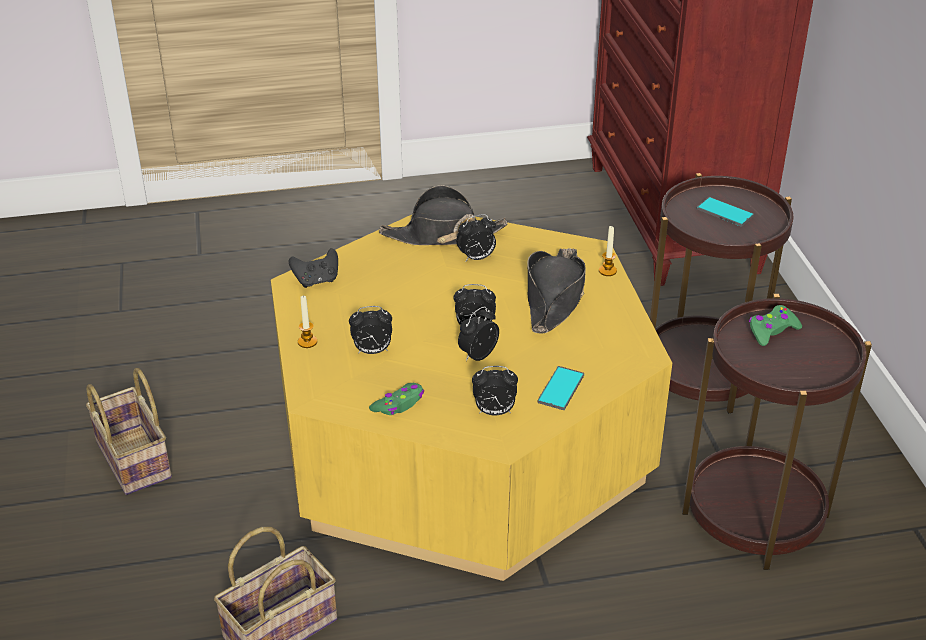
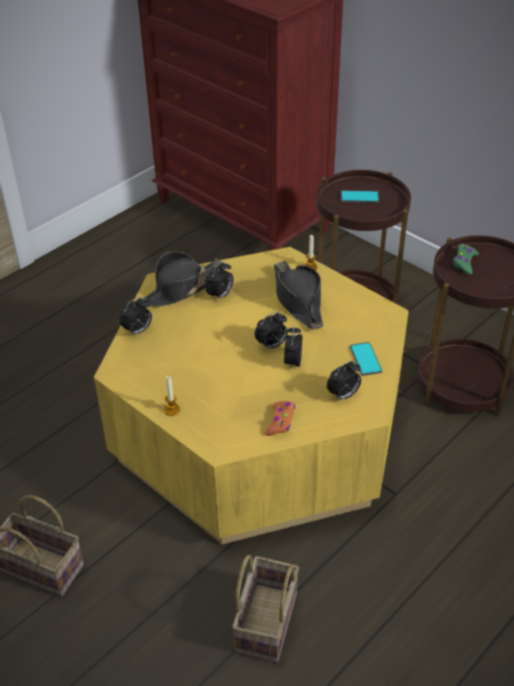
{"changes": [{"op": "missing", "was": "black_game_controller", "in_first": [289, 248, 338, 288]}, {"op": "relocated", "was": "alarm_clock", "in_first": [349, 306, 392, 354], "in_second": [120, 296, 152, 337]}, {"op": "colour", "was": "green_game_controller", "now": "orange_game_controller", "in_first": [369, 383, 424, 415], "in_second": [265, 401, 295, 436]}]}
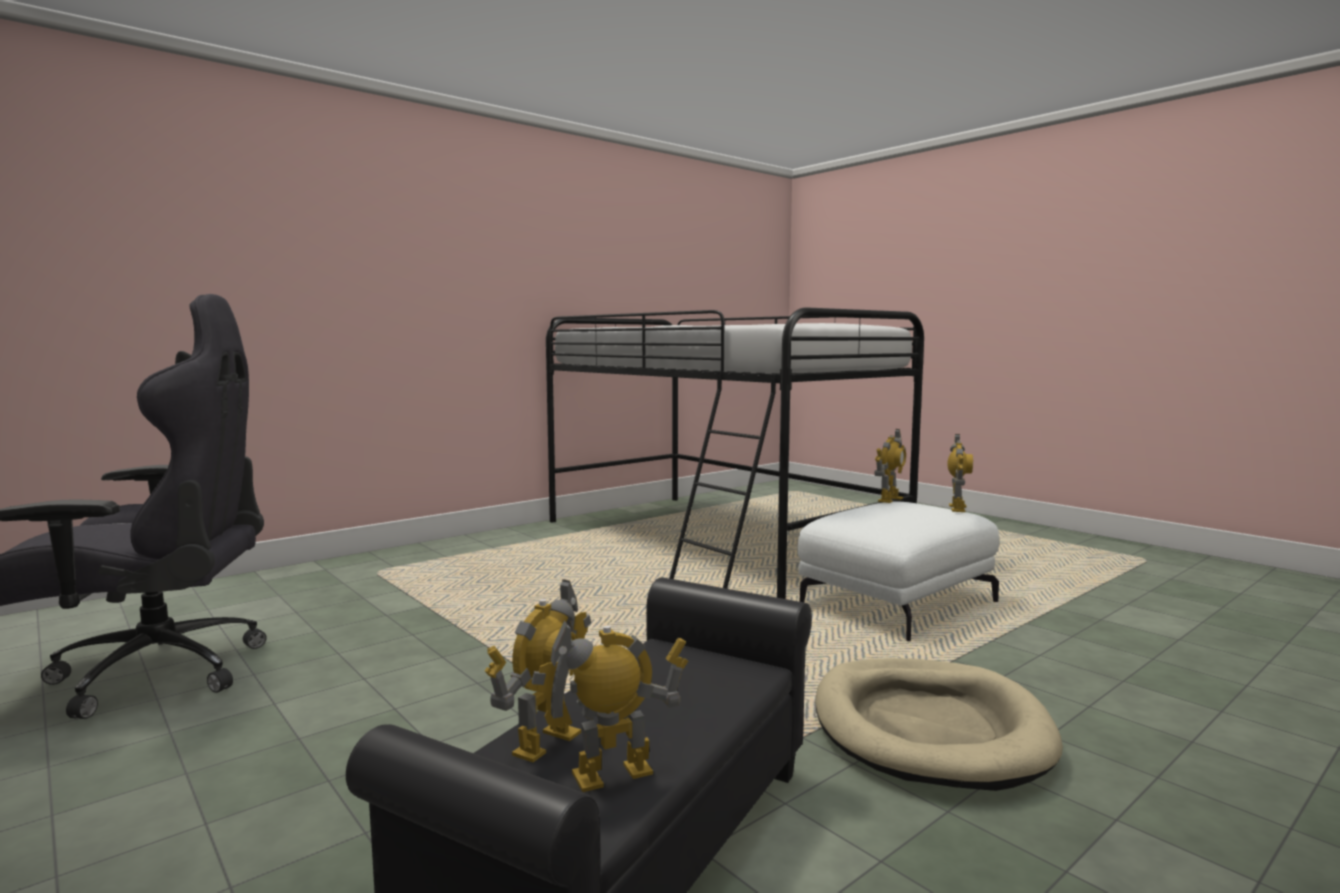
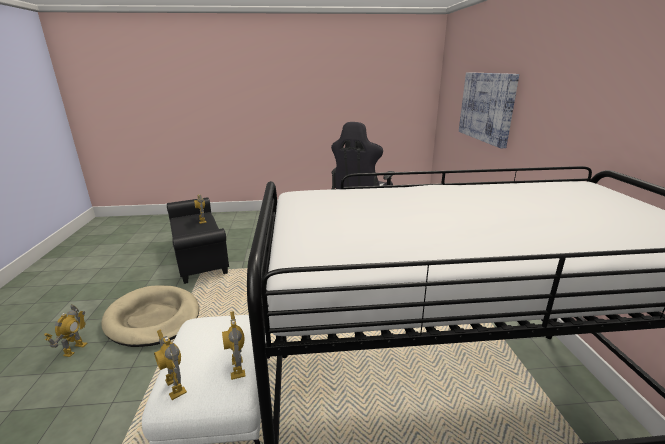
{"changes": [{"op": "relocated", "was": "toy_robot", "in_first": [531, 621, 688, 792], "in_second": [44, 305, 88, 357]}, {"op": "appeared", "now": "picture", "in_second": [459, 72, 519, 148]}]}
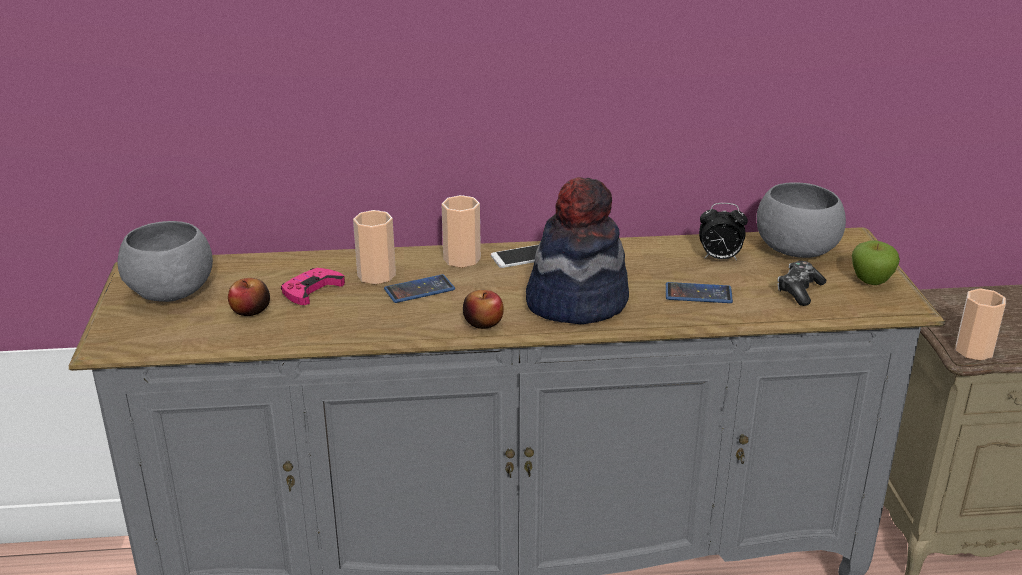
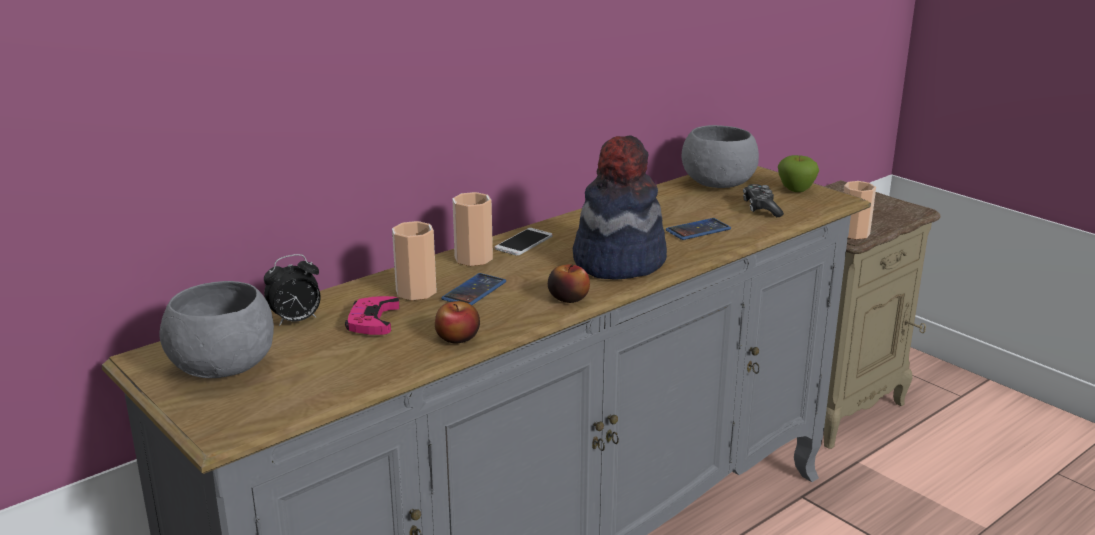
{"changes": [{"op": "relocated", "was": "alarm_clock", "in_first": [699, 203, 748, 260], "in_second": [264, 254, 321, 326]}, {"op": "relocated", "was": "apple", "in_first": [228, 278, 270, 316], "in_second": [435, 301, 480, 344]}]}
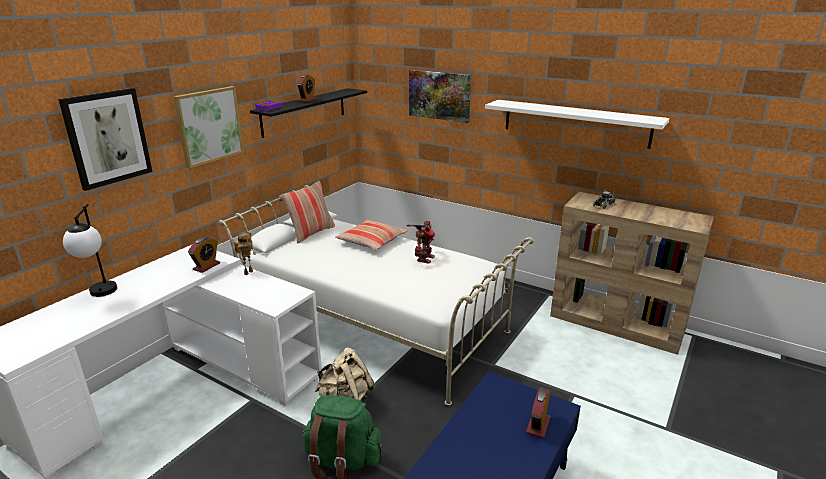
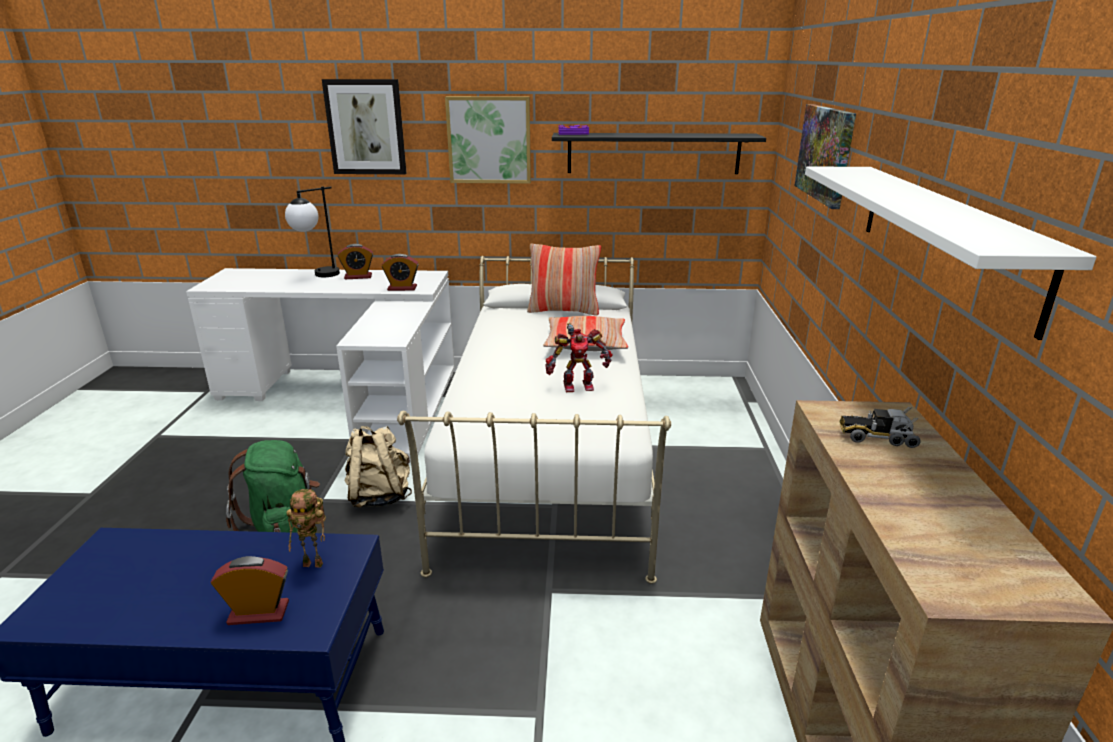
{"changes": [{"op": "relocated", "was": "alarm_clock", "in_first": [297, 75, 317, 103], "in_second": [338, 244, 373, 279]}, {"op": "relocated", "was": "toy_robot", "in_first": [234, 232, 256, 275], "in_second": [286, 489, 326, 567]}]}
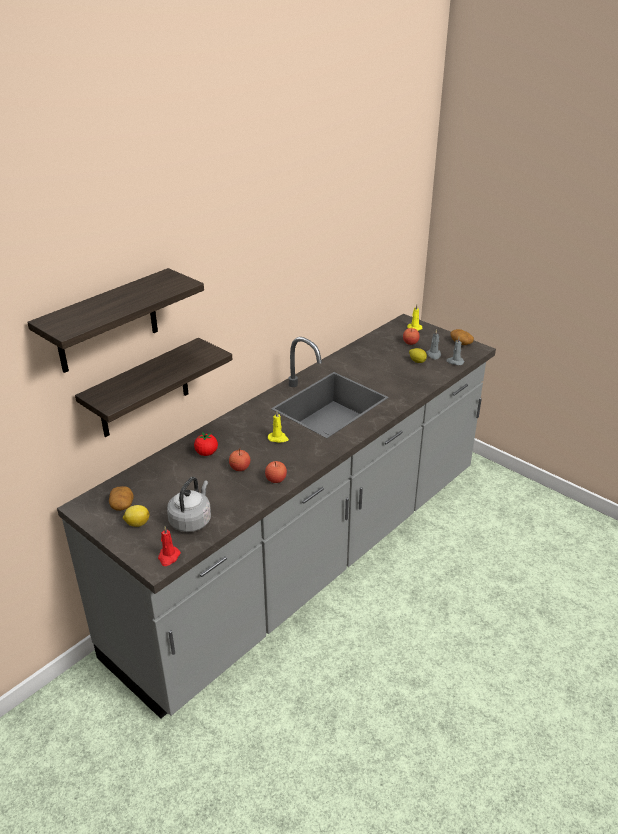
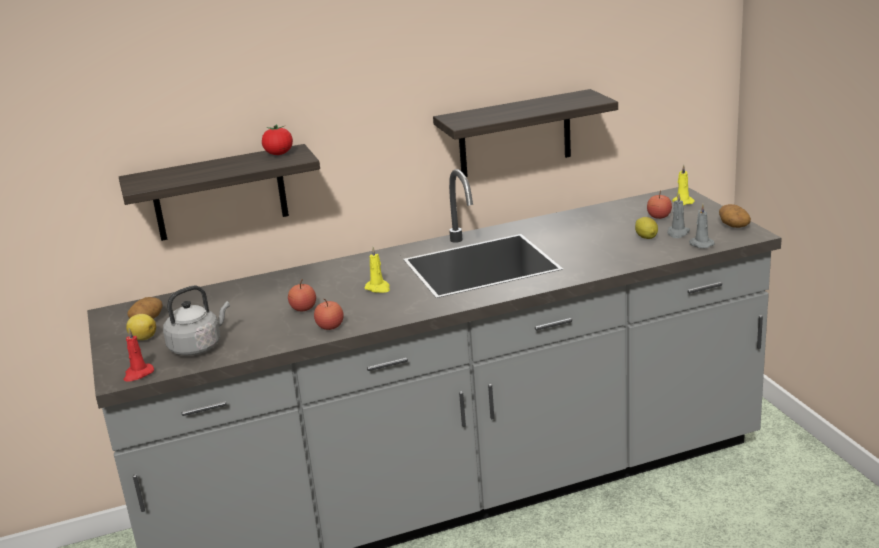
{"changes": [{"op": "relocated", "was": "shelf", "in_first": [27, 268, 204, 373], "in_second": [433, 89, 618, 177]}, {"op": "relocated", "was": "tomato", "in_first": [194, 432, 218, 456], "in_second": [262, 124, 293, 155]}]}
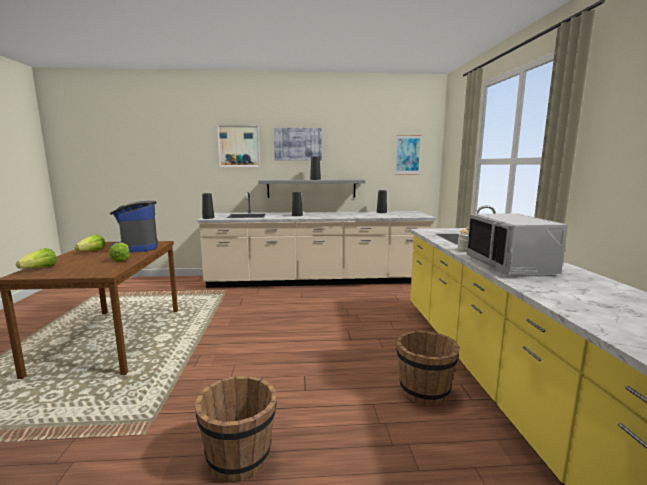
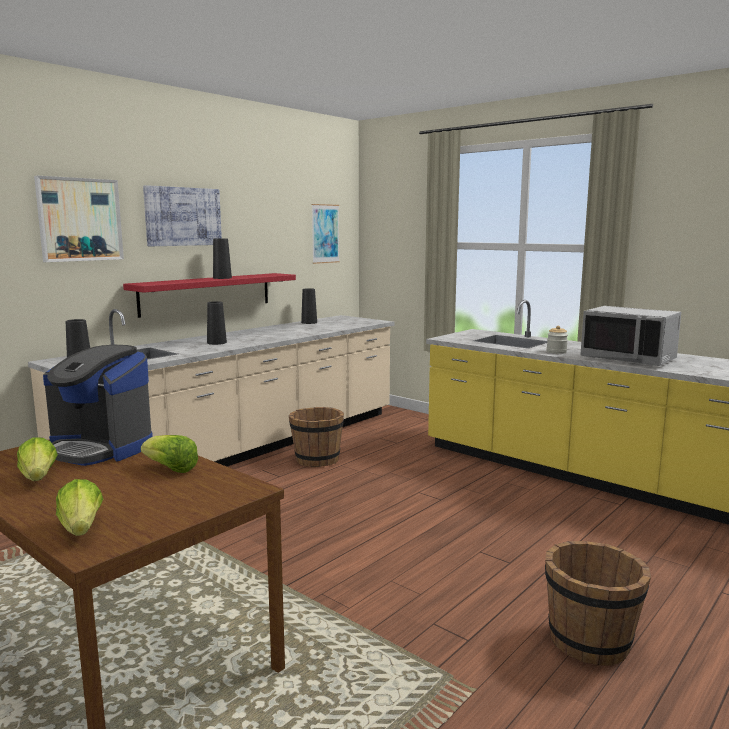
{"changes": [{"op": "colour", "was": "grey_shelf", "now": "red_shelf", "in_first": [258, 179, 366, 198], "in_second": [123, 273, 296, 318]}, {"op": "relocated", "was": "brown_bucket", "in_first": [396, 331, 460, 406], "in_second": [289, 407, 344, 467]}]}
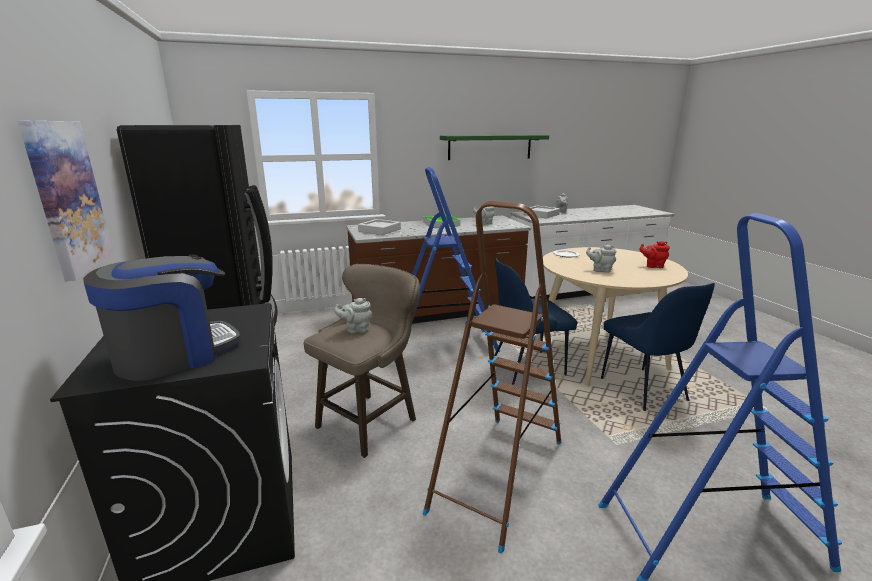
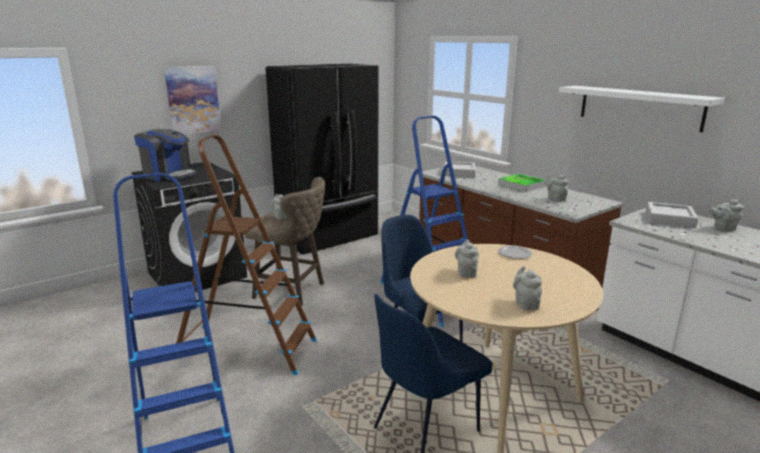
{"changes": [{"op": "colour", "was": "green_shelf", "now": "white_shelf", "in_first": [440, 135, 549, 160], "in_second": [559, 86, 725, 132]}, {"op": "colour", "was": "red_teapot", "now": "grey_teapot", "in_first": [639, 241, 670, 268], "in_second": [513, 266, 542, 310]}]}
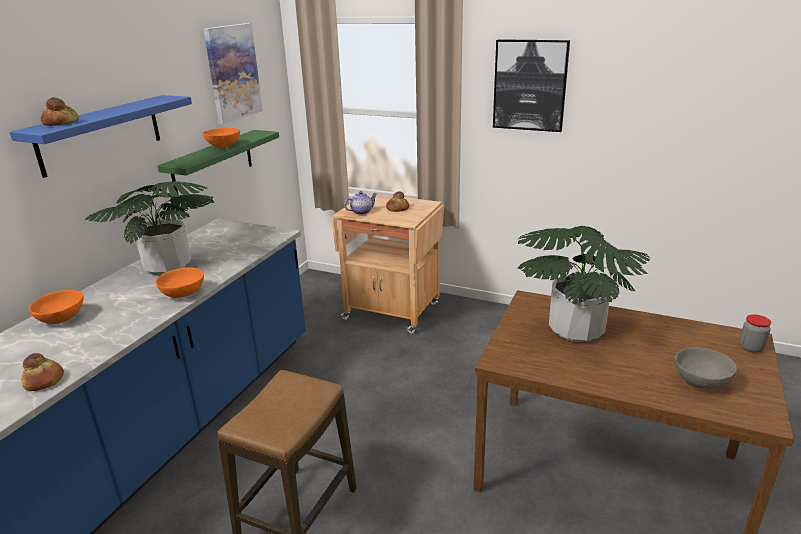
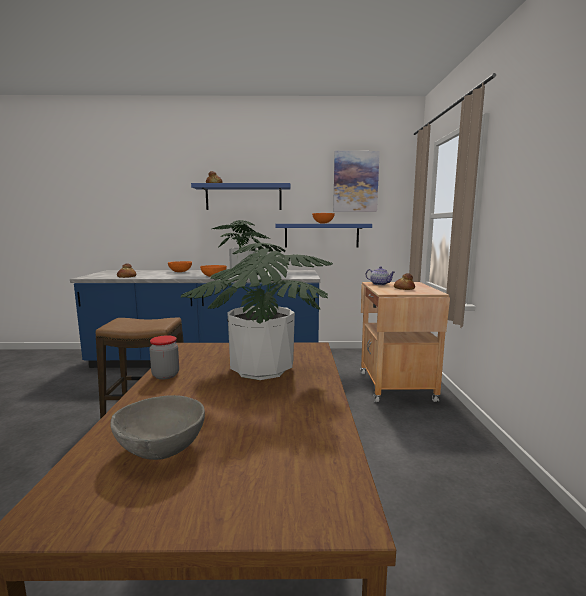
{"changes": [{"op": "missing", "was": "picture", "in_first": [493, 39, 570, 132]}, {"op": "colour", "was": "green_shelf", "now": "blue_shelf", "in_first": [158, 130, 279, 193], "in_second": [275, 224, 372, 248]}, {"op": "relocated", "was": "jar", "in_first": [740, 314, 771, 353], "in_second": [150, 335, 179, 380]}]}
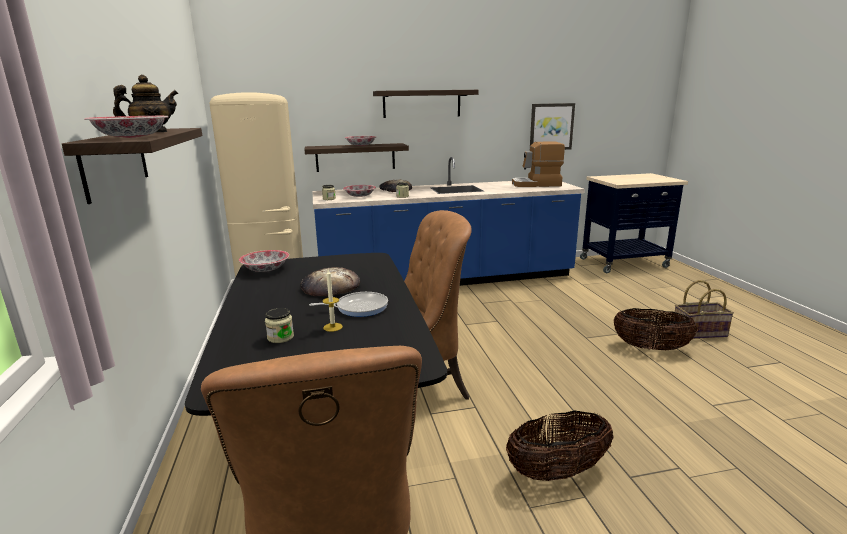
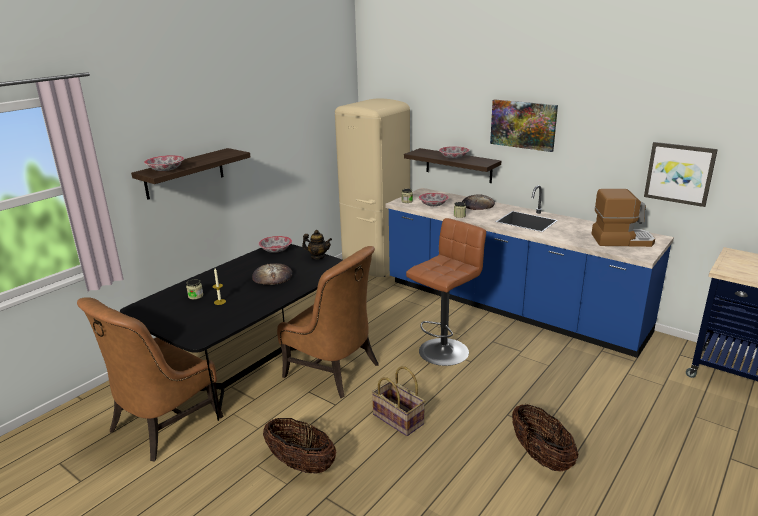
{"changes": [{"op": "relocated", "was": "teapot", "in_first": [113, 75, 178, 132], "in_second": [302, 230, 332, 259]}, {"op": "exchanged", "was": "shelf", "now": "picture", "in_first": [373, 90, 479, 118], "in_second": [490, 99, 558, 152]}, {"op": "spun", "was": "coffee_machine", "in_first": [512, 141, 565, 187], "in_second": [591, 189, 655, 247], "clockwise": 135}, {"op": "relocated", "was": "basket", "in_first": [674, 280, 734, 339], "in_second": [372, 366, 425, 436]}, {"op": "missing", "was": "frying_pan", "in_first": [309, 292, 388, 317]}, {"op": "appeared", "now": "brown_stool", "in_second": [406, 218, 486, 366]}]}
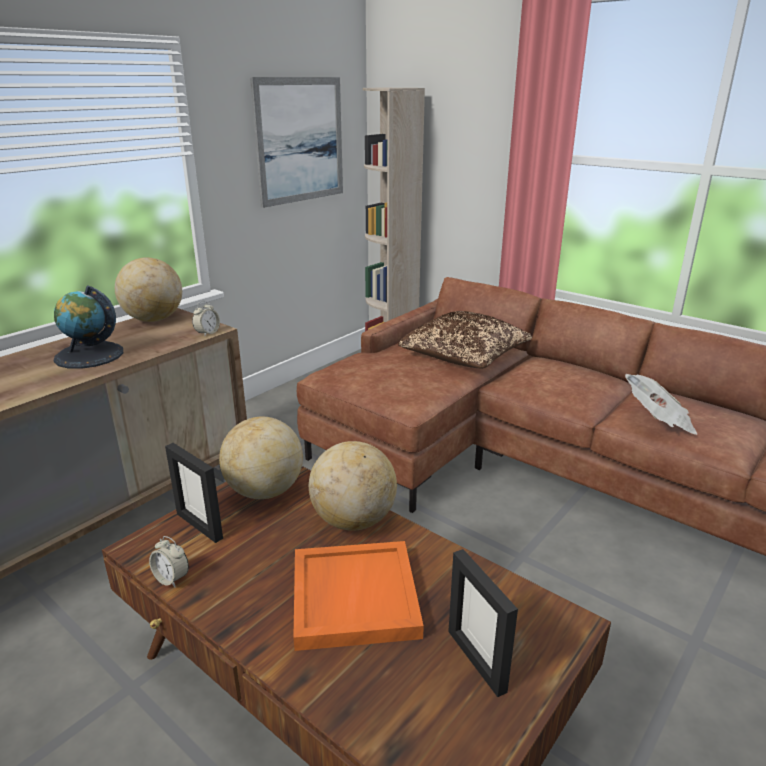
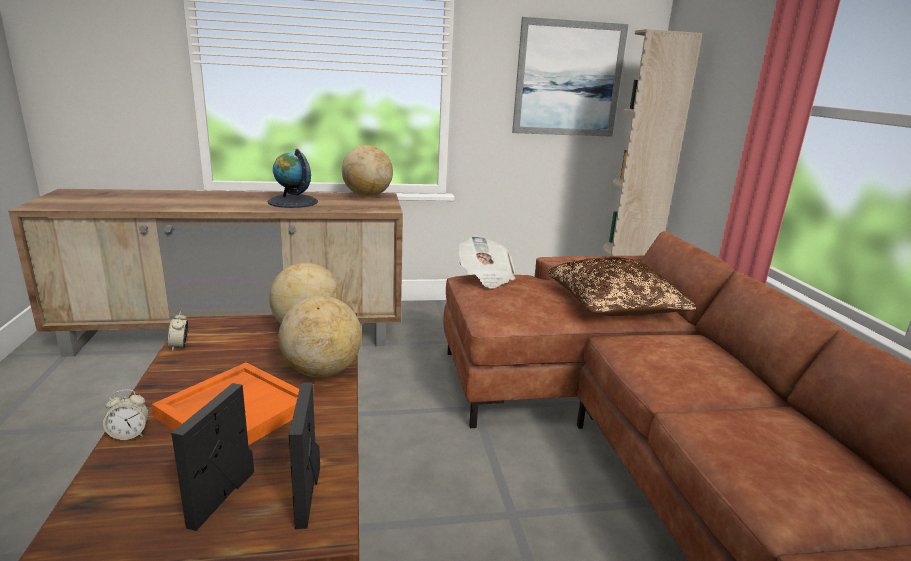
{"changes": [{"op": "relocated", "was": "alarm_clock", "in_first": [192, 301, 220, 337], "in_second": [103, 390, 149, 441]}, {"op": "relocated", "was": "newspaper", "in_first": [625, 374, 697, 435], "in_second": [459, 235, 516, 289]}, {"op": "relocated", "was": "picture_frame", "in_first": [165, 443, 223, 543], "in_second": [289, 382, 320, 529]}]}
